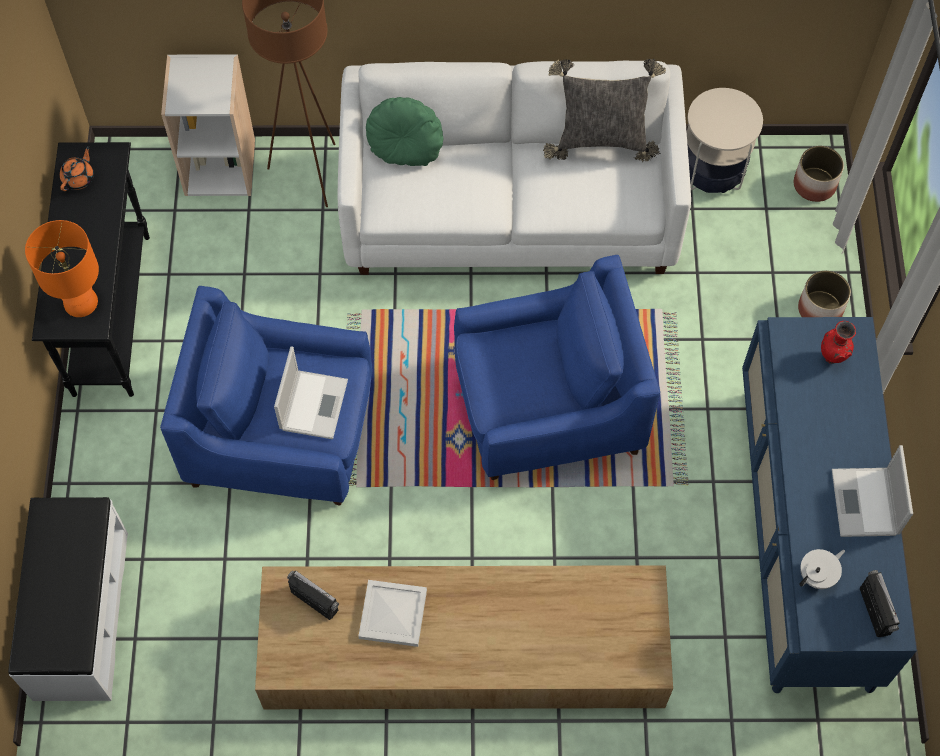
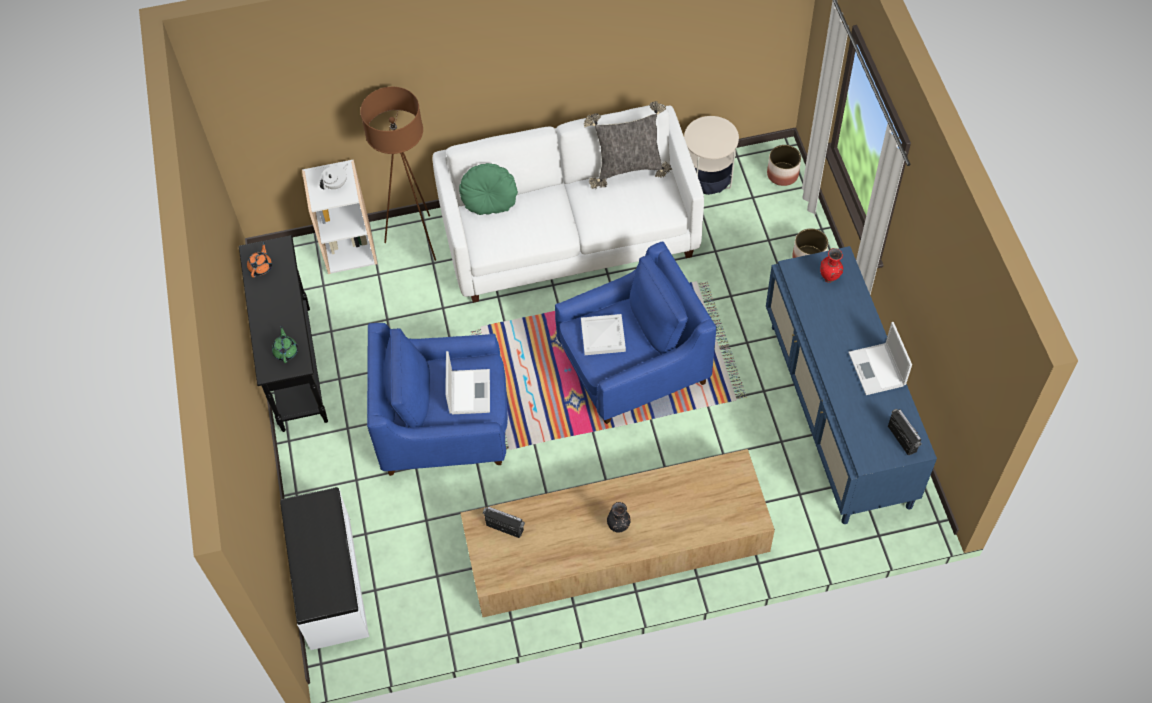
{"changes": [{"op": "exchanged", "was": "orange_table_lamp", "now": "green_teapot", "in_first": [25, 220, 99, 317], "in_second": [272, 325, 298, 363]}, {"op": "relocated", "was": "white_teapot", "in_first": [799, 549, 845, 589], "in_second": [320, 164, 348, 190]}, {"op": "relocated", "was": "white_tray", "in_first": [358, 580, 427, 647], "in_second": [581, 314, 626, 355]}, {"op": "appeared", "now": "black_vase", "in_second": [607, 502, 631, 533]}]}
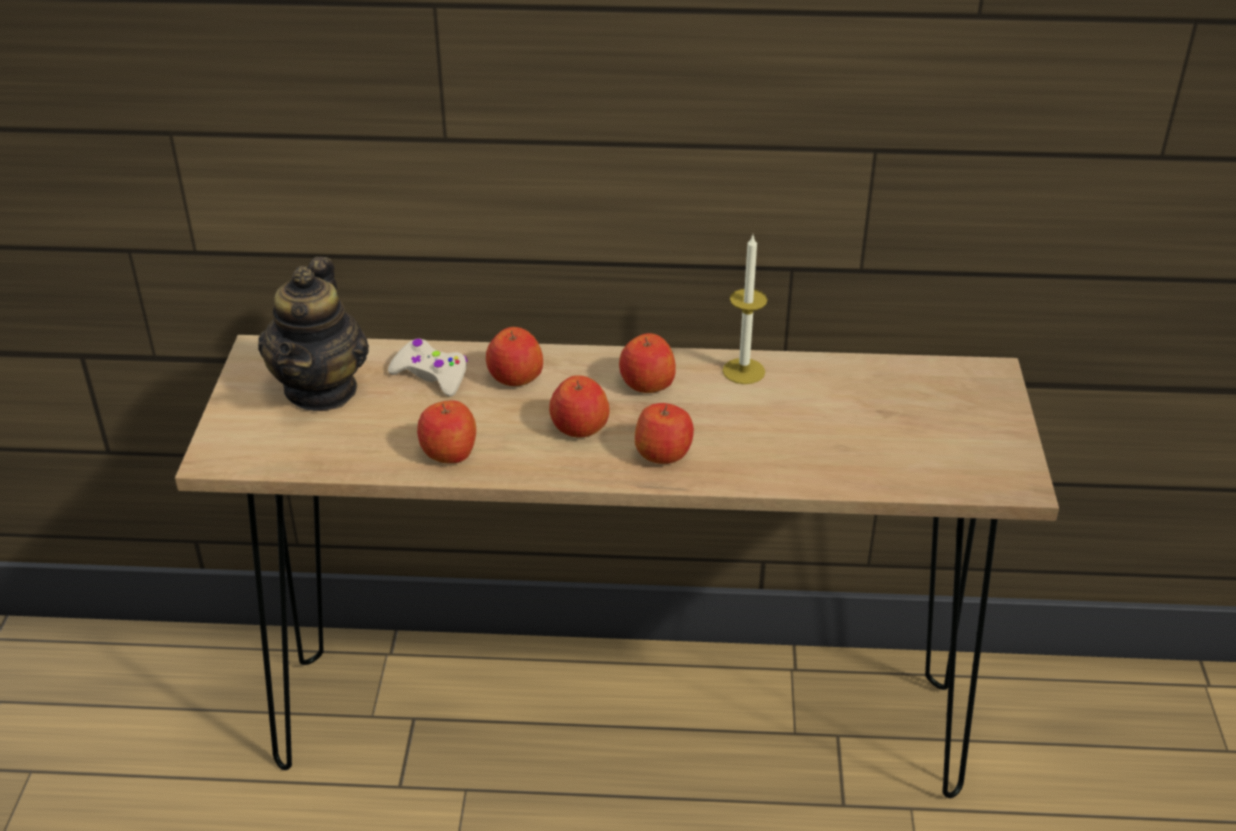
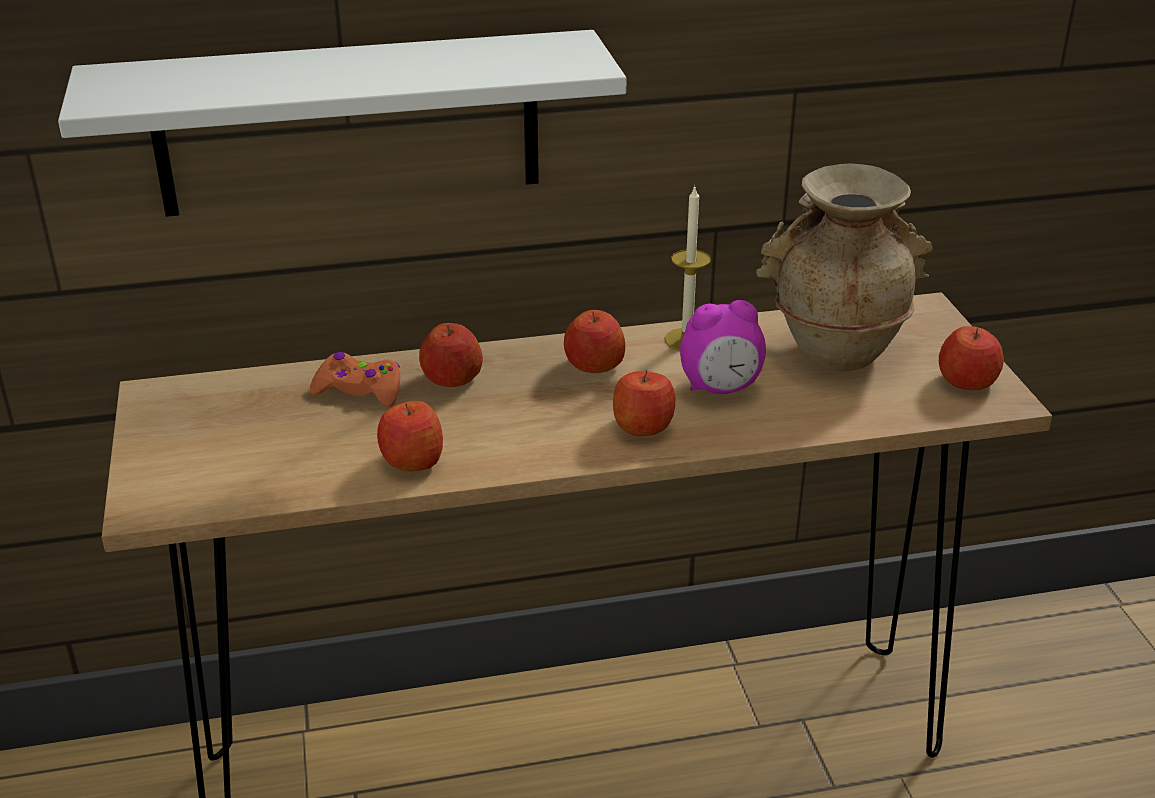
{"changes": [{"op": "missing", "was": "teapot", "in_first": [258, 257, 369, 411]}, {"op": "colour", "was": "beige_game_controller", "now": "orange_game_controller", "in_first": [388, 339, 468, 397], "in_second": [310, 352, 400, 407]}, {"op": "relocated", "was": "apple", "in_first": [549, 375, 610, 438], "in_second": [939, 326, 1004, 390]}, {"op": "appeared", "now": "white_shelf", "in_second": [58, 30, 627, 217]}, {"op": "appeared", "now": "beige_vase", "in_second": [756, 164, 933, 372]}, {"op": "appeared", "now": "alarm_clock", "in_second": [680, 300, 766, 394]}]}
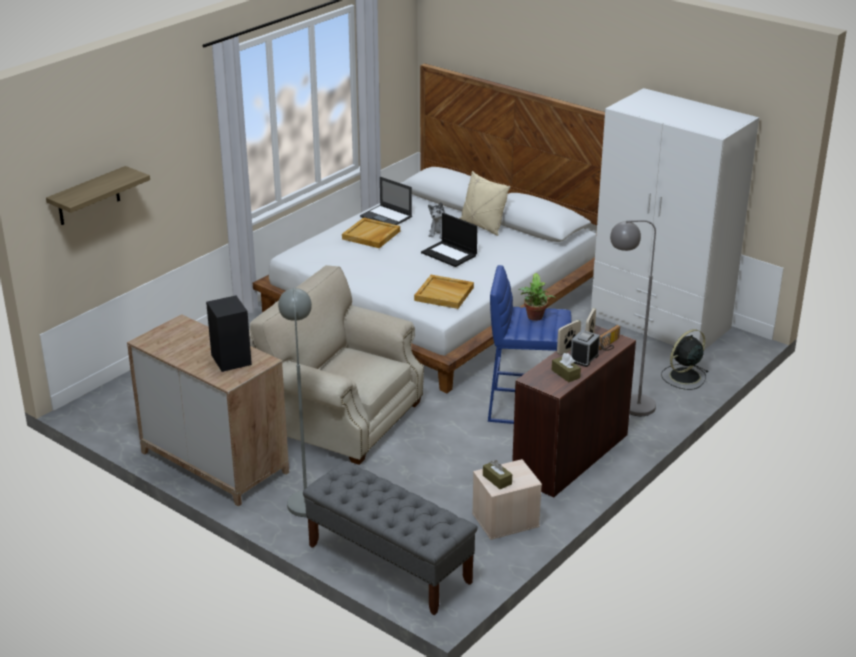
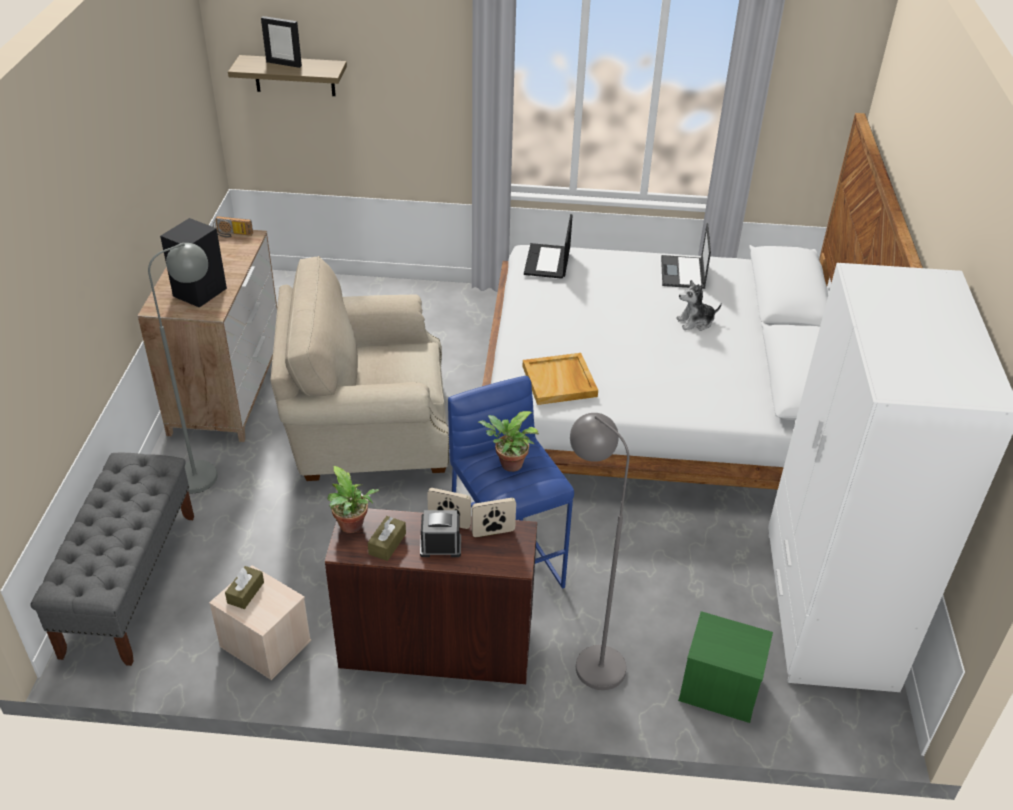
{"changes": [{"op": "missing", "was": "beige_pillow", "in_first": [459, 171, 511, 236]}, {"op": "relocated", "was": "laptop", "in_first": [421, 213, 477, 267], "in_second": [524, 214, 573, 279]}, {"op": "missing", "was": "beige_tray", "in_first": [342, 217, 400, 248]}, {"op": "spun", "was": "beige_armchair", "in_first": [249, 265, 424, 465], "in_second": [271, 256, 449, 481], "clockwise": -90}, {"op": "relocated", "was": "radio", "in_first": [599, 325, 620, 351], "in_second": [213, 216, 253, 238]}, {"op": "exchanged", "was": "black_fan", "now": "green_storage_box", "in_first": [661, 329, 708, 390], "in_second": [678, 611, 773, 723]}, {"op": "appeared", "now": "picture_frame", "in_second": [261, 16, 302, 68]}, {"op": "appeared", "now": "potted_plant", "in_second": [327, 466, 379, 533]}]}
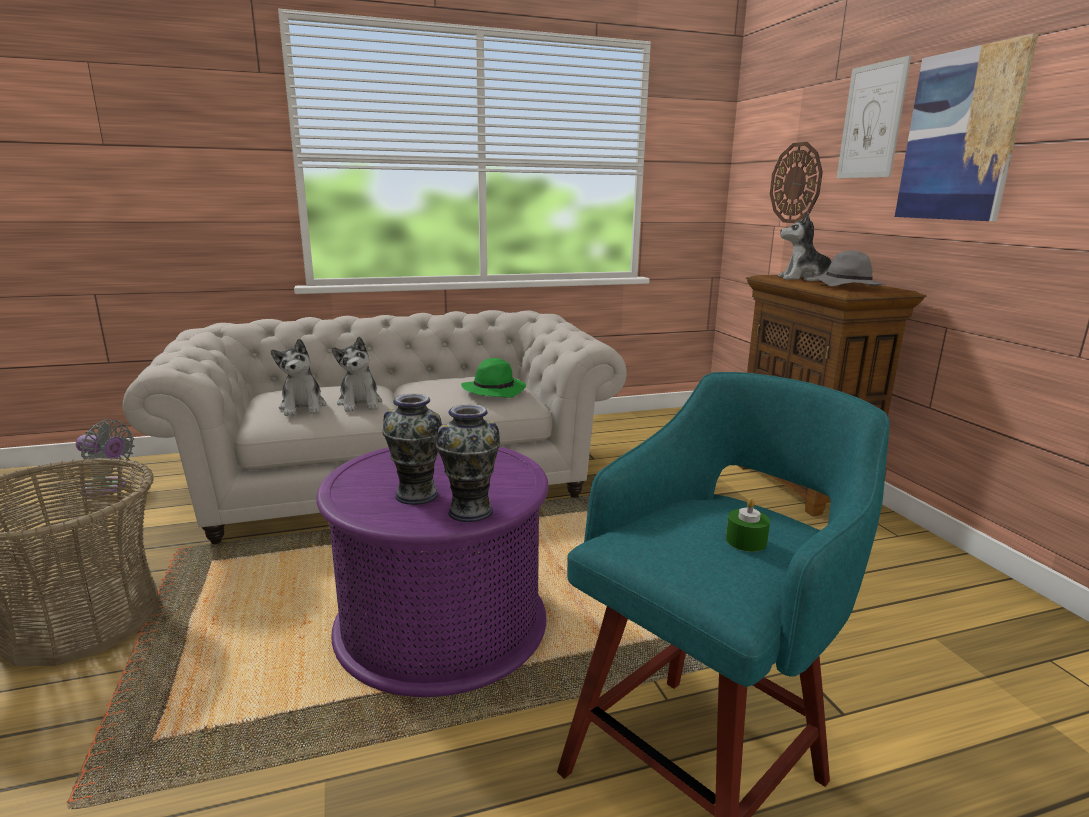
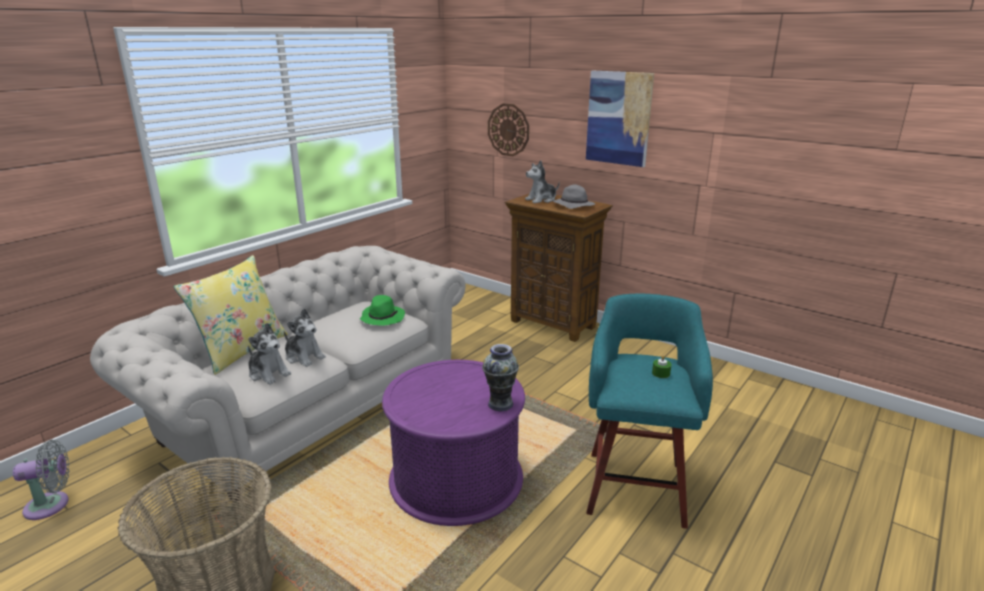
{"changes": [{"op": "missing", "was": "picture", "in_first": [837, 55, 911, 178]}, {"op": "missing", "was": "vase", "in_first": [382, 394, 442, 505]}, {"op": "appeared", "now": "yellow_pillow", "in_second": [174, 255, 288, 375]}]}
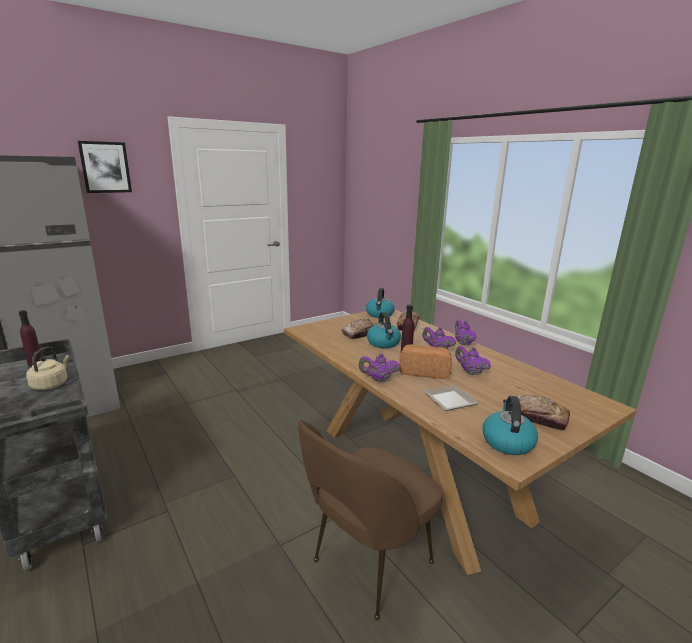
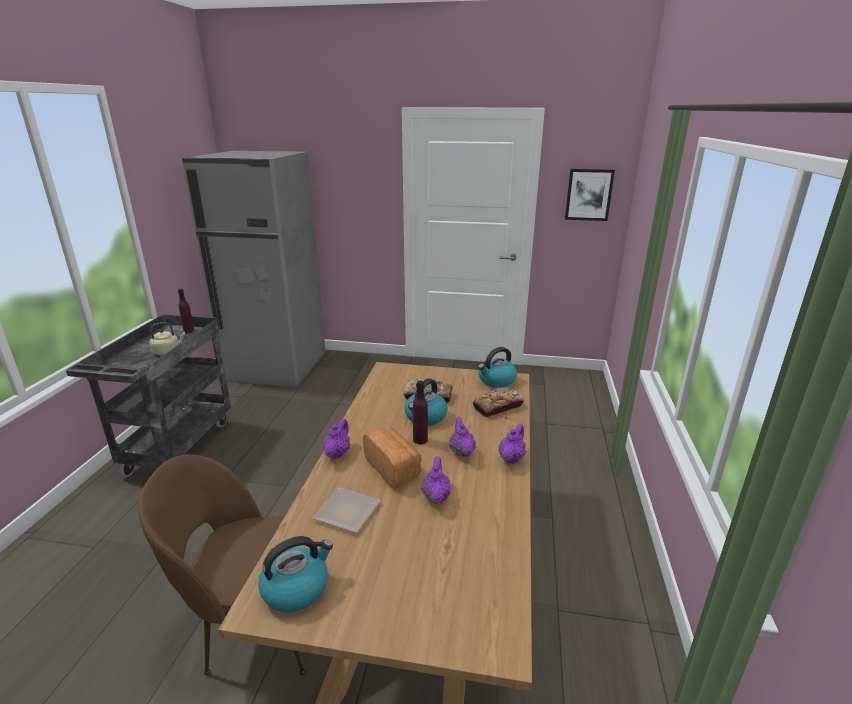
{"changes": [{"op": "relocated", "was": "picture", "in_first": [78, 141, 132, 193], "in_second": [565, 169, 615, 221]}, {"op": "spun", "was": "purple_teapot", "in_first": [359, 353, 400, 382], "in_second": [323, 418, 350, 459], "clockwise": 60}, {"op": "missing", "was": "bread", "in_first": [516, 395, 570, 431]}]}
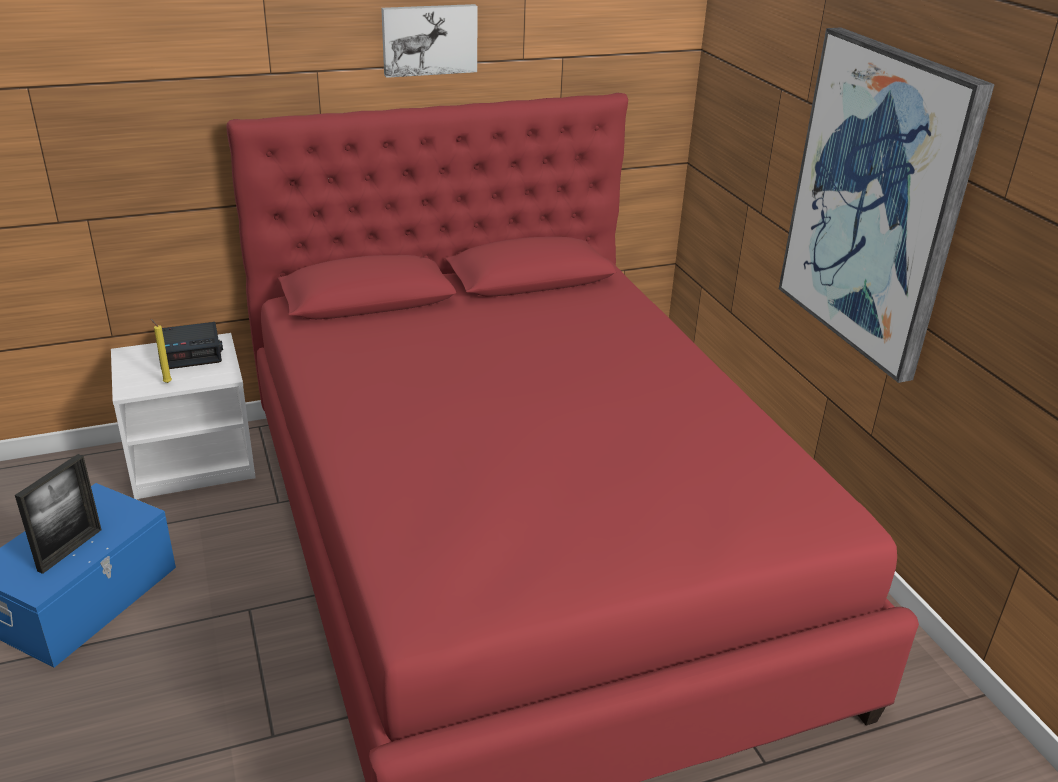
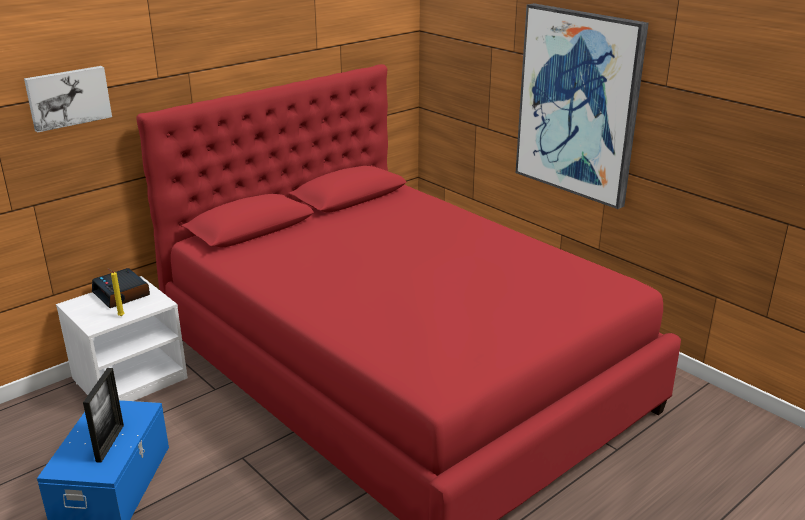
{"changes": [{"op": "relocated", "was": "picture", "in_first": [381, 4, 478, 78], "in_second": [24, 66, 112, 132]}, {"op": "spun", "was": "alarm_clock", "in_first": [158, 322, 223, 369], "in_second": [92, 268, 150, 308], "clockwise": 90}]}
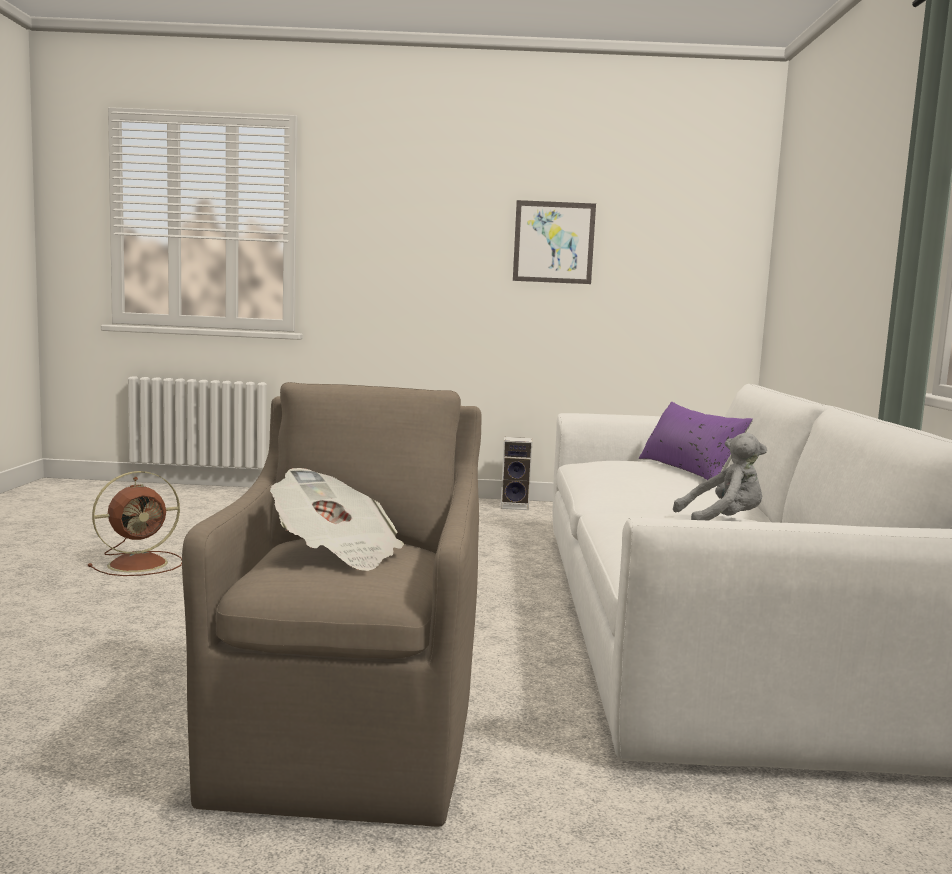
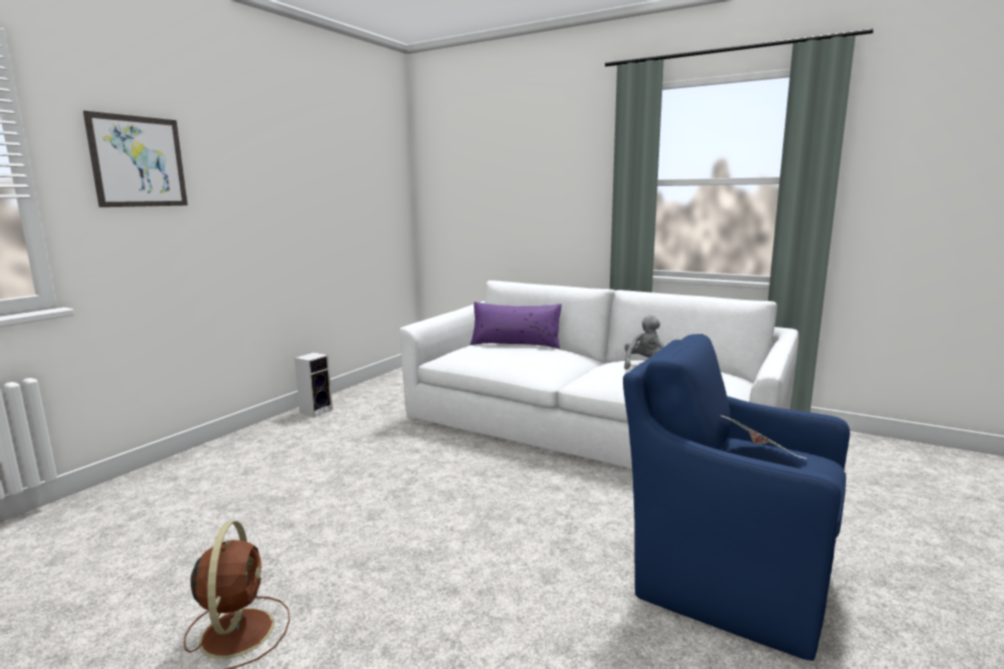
{"changes": [{"op": "relocated", "was": "picture", "in_first": [513, 200, 596, 284], "in_second": [83, 111, 188, 207]}, {"op": "colour", "was": "brown_armchair", "now": "blue_armchair", "in_first": [182, 382, 482, 827], "in_second": [623, 334, 850, 661]}]}
